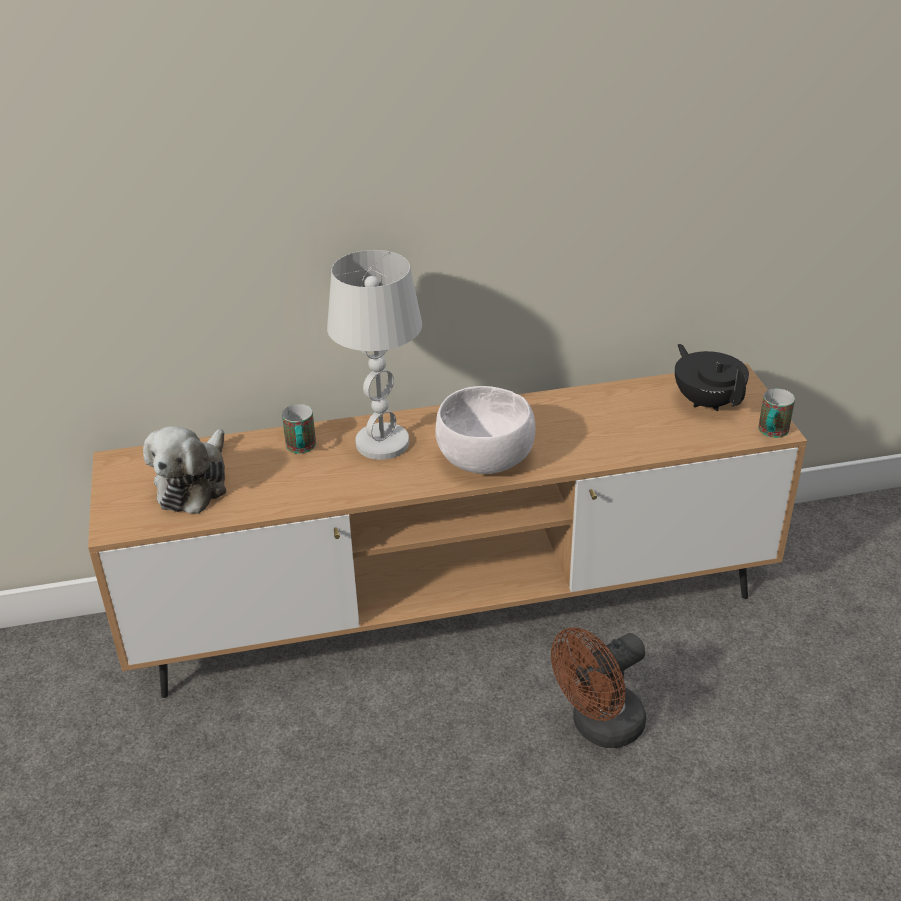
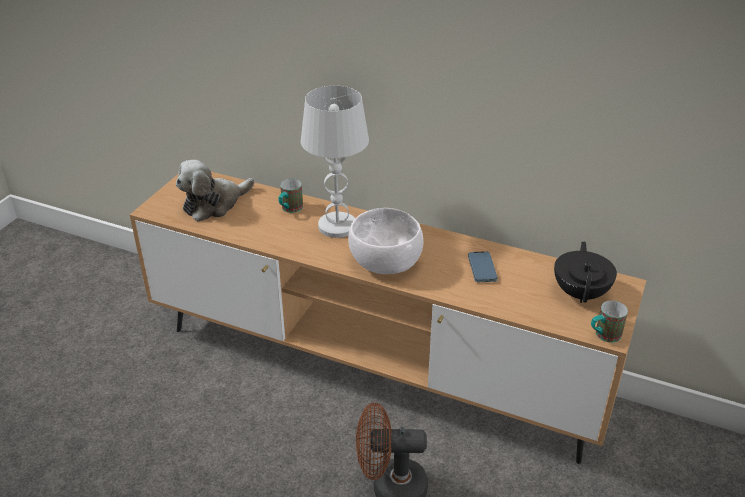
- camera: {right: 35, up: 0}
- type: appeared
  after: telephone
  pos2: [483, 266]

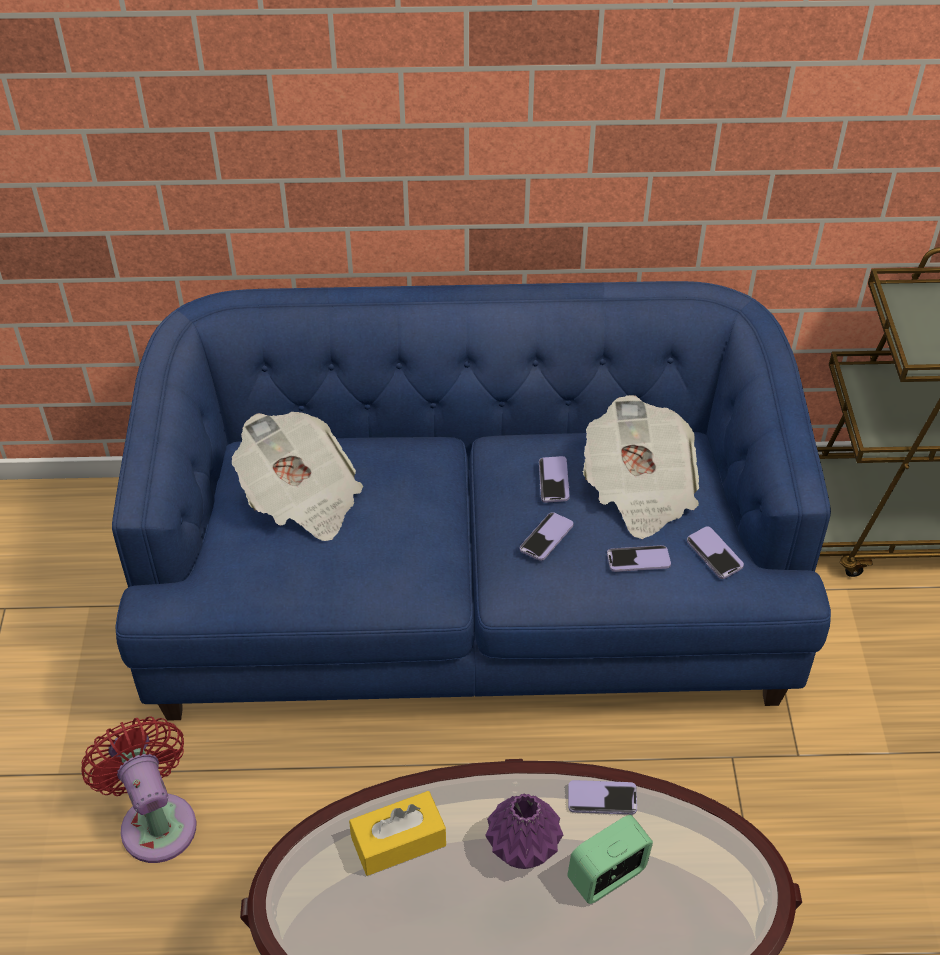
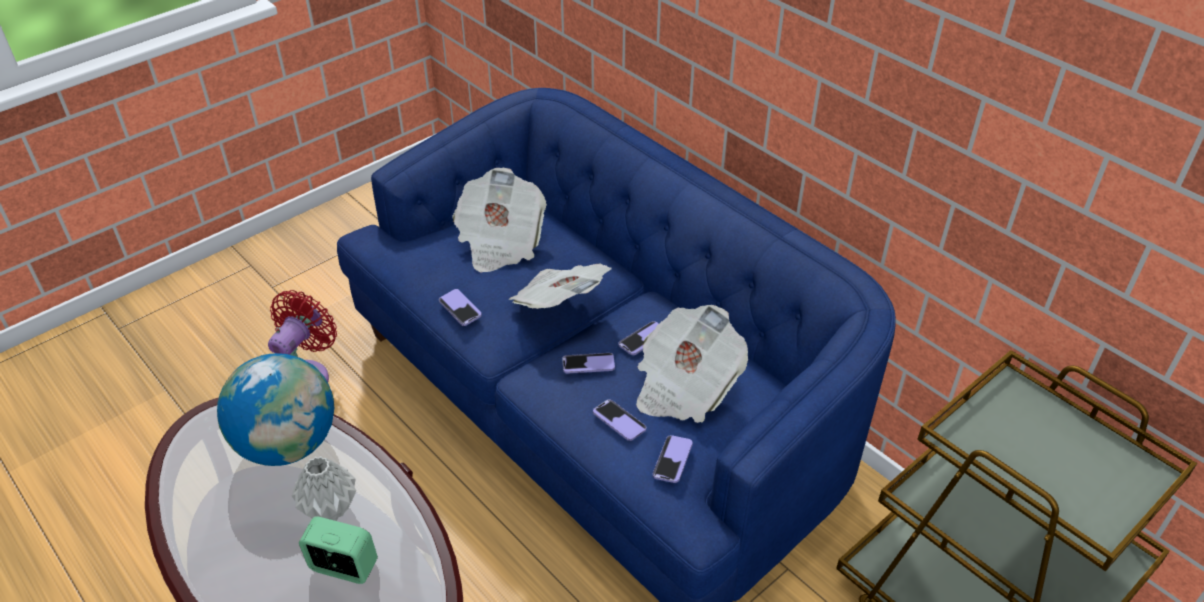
- camera: {right: 50, up: -5}
- type: exchanged
  before: yellow-coloured tissue box
  after: world globe
  pos1: [397, 833]
  pos2: [275, 409]
- type: colour
  before: purple-coloured vase
  after: greyish vase
  pos1: [524, 831]
  pos2: [324, 488]
- type: relocated
  before: telephone
  pos1: [602, 797]
  pos2: [460, 307]
- type: appeared
  after: printed paper
  pos2: [560, 286]

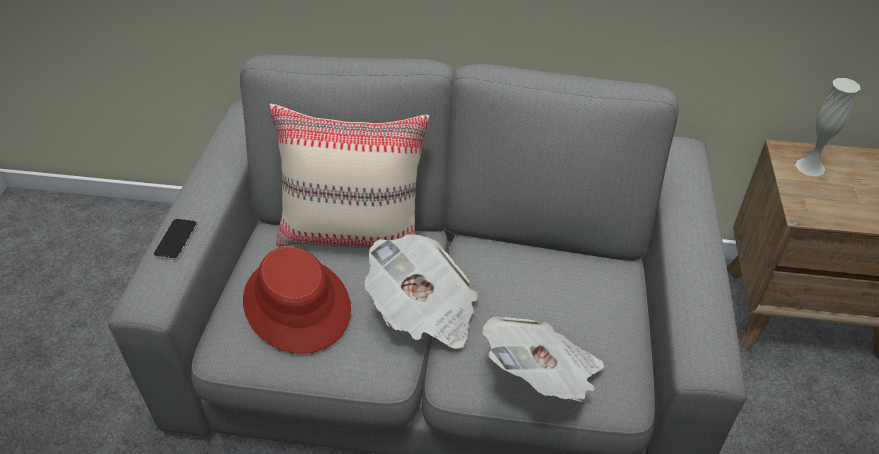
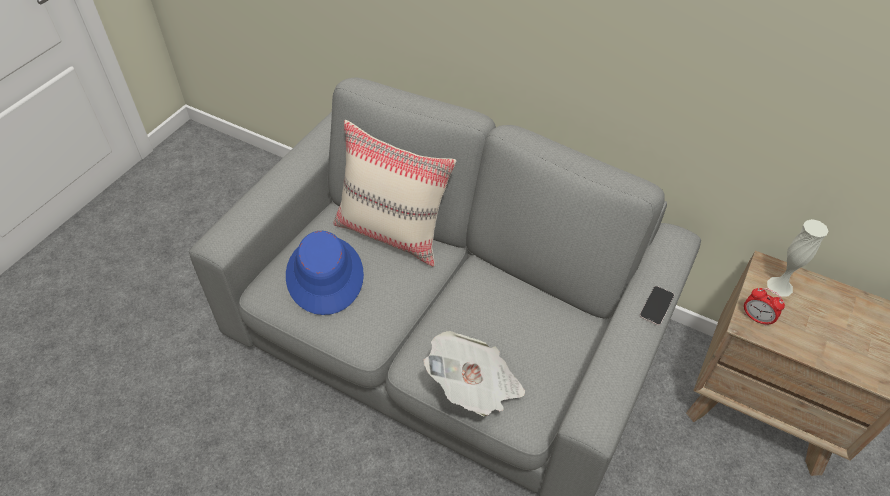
- camera: {right: 20, up: 5}
- type: relocated
  before: telephone
  pos1: [175, 239]
  pos2: [657, 305]
- type: colour
  before: reddish wearable hat
  after: blue wearable hat
  pos1: [297, 300]
  pos2: [325, 273]
- type: missing
  before: printed paper
  pos1: [421, 291]
- type: appeared
  after: table clock
  pos2: [764, 307]

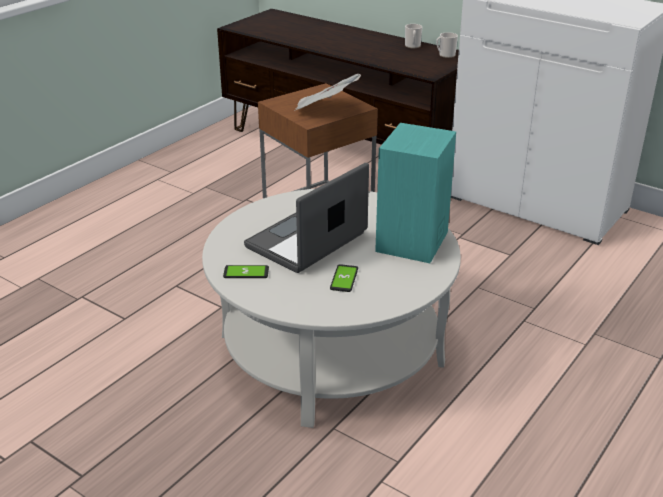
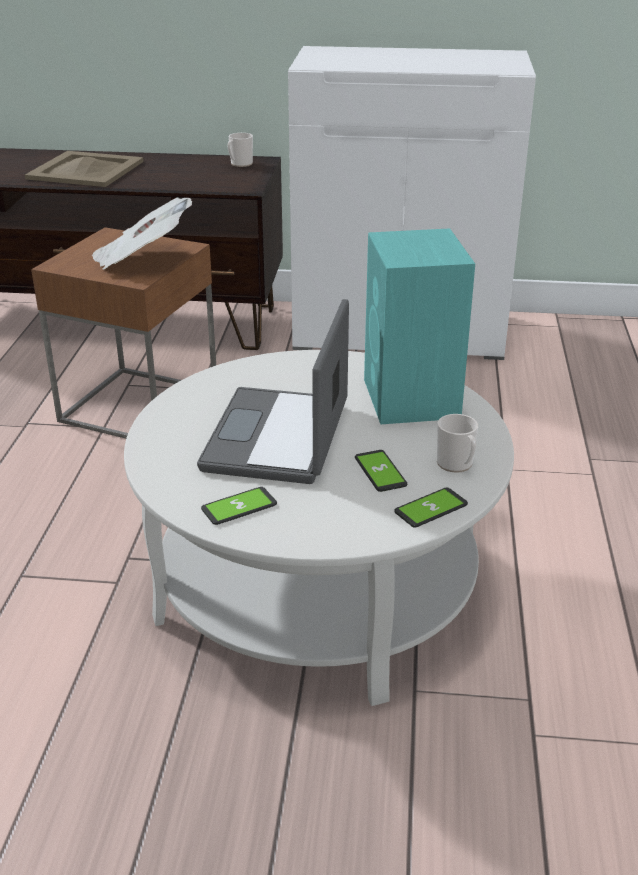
- camera: {right: -30, up: 0}
- type: relocated
  before: mug
  pos1: [414, 36]
  pos2: [457, 443]
- type: appeared
  after: beige-coloured tray
  pos2: [84, 169]
- type: appeared
  after: telephone
  pos2: [431, 507]

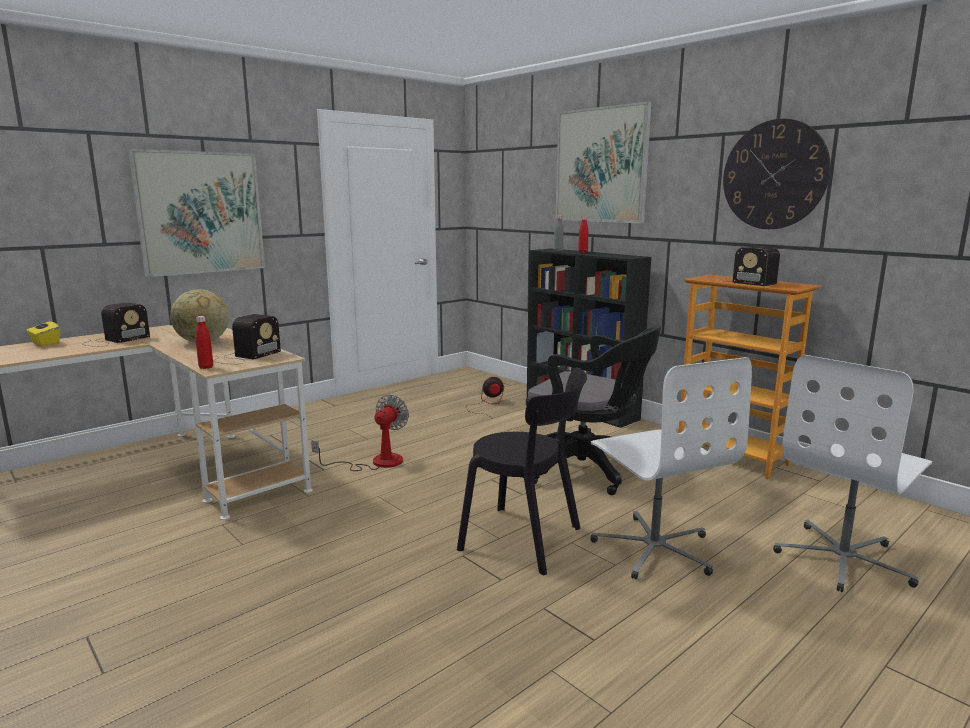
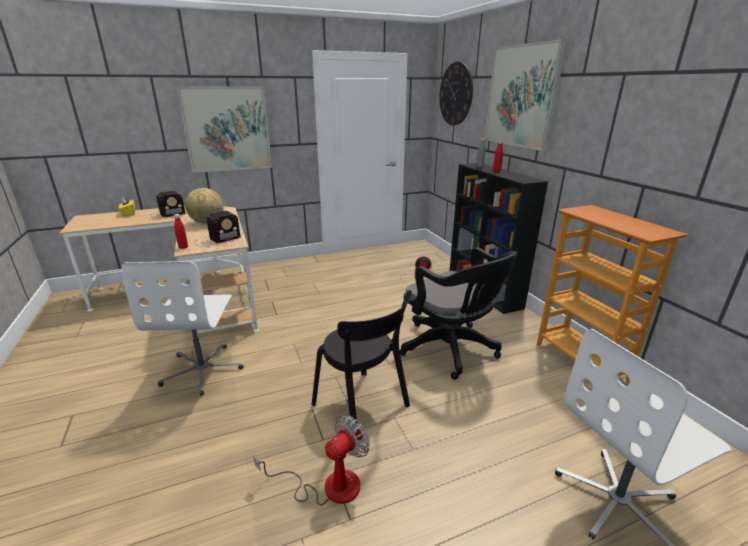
- camera: {right: 20, up: 10}
- type: relocated
  before: cooling fan
  pos1: [360, 432]
  pos2: [312, 460]
- type: relocated
  before: white desk chair
  pos1: [671, 468]
  pos2: [182, 328]
- type: missing
  before: radio receiver
  pos1: [749, 266]
- type: relocated
  before: wall clock
  pos1: [777, 173]
  pos2: [456, 93]

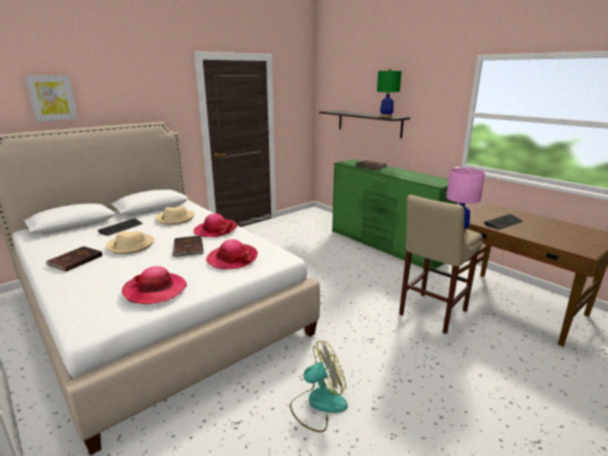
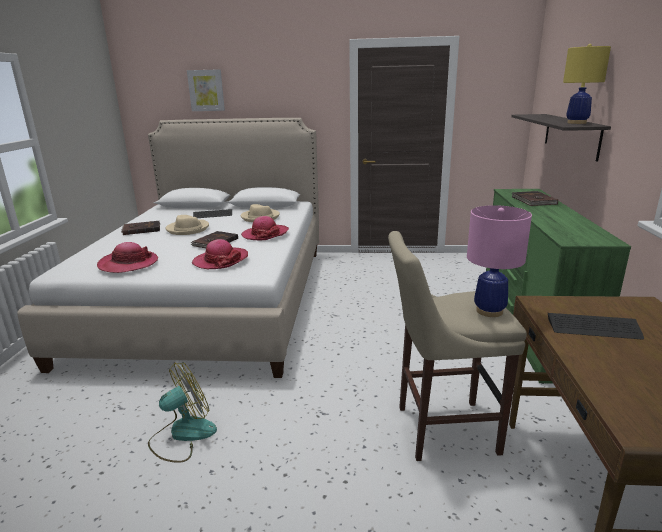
- camera: {right: 45, up: 0}
- type: spun
  before: cooling fan
  pos1: [319, 386]
  pos2: [182, 412]
  turn: -60
- type: colour
  before: greenish lamp for a table
  after: yellow-coloured lamp for a table
  pos1: [389, 93]
  pos2: [587, 84]

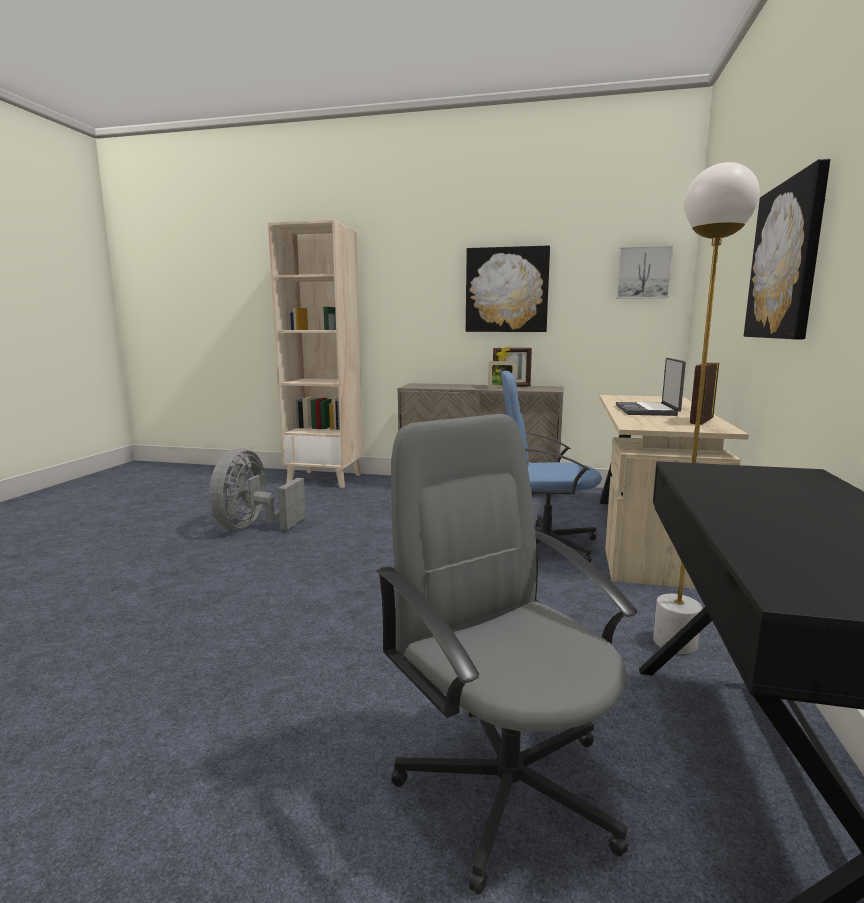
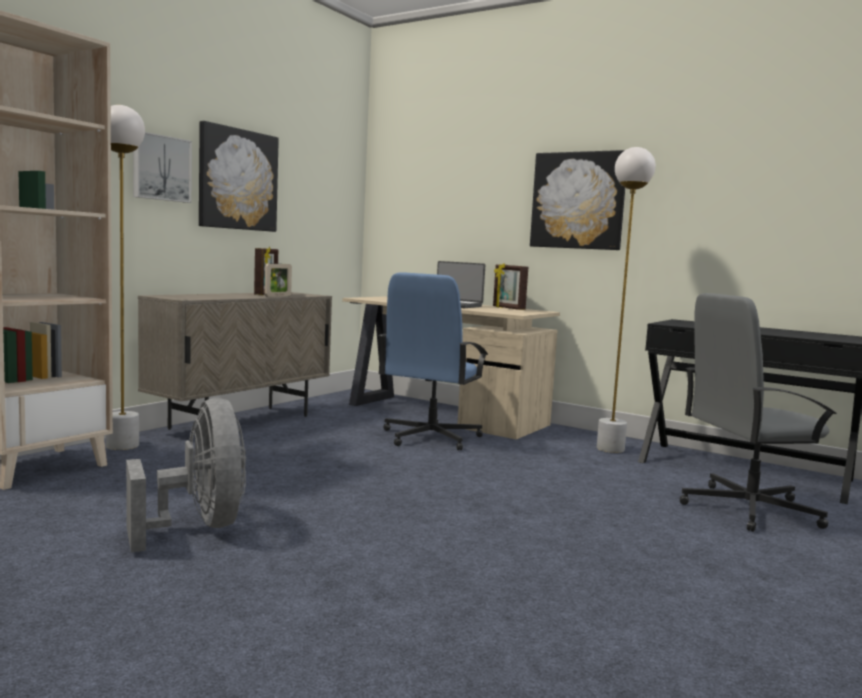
- camera: {right: -70, up: -5}
- type: spun
  before: greyish cooling fan
  pos1: [257, 489]
  pos2: [186, 475]
  turn: -150
- type: relocated
  before: picture
  pos1: [644, 272]
  pos2: [162, 167]
- type: appeared
  after: white standard lamp
  pos2: [125, 277]

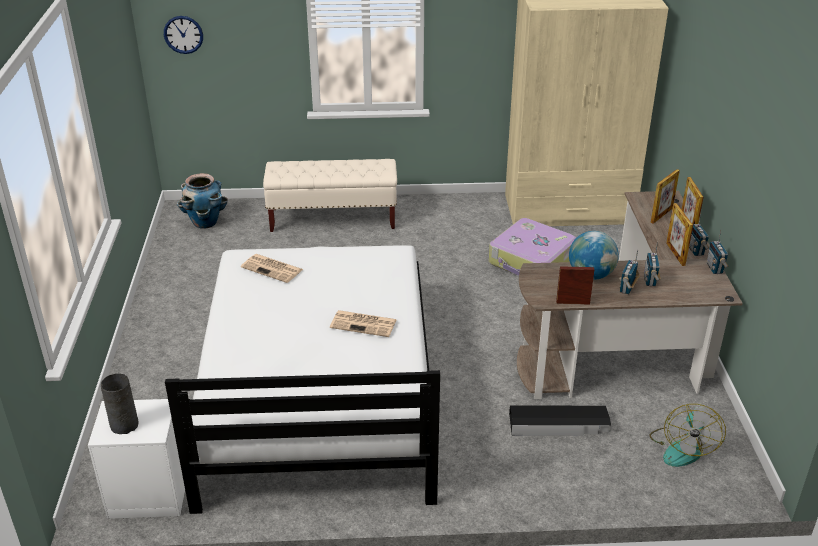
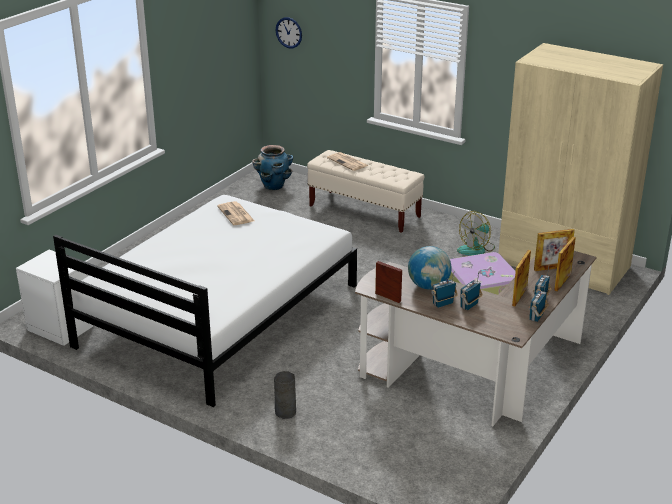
- camera: {right: 35, up: -5}
- type: relocated
  before: greyish vase
  pos1: [120, 404]
  pos2: [285, 395]
- type: relocated
  before: printed paper
  pos1: [363, 323]
  pos2: [347, 161]
- type: missing
  before: black-coloured storage box
  pos1: [560, 420]
- type: relocated
  before: cooling fan
  pos1: [687, 435]
  pos2: [476, 233]

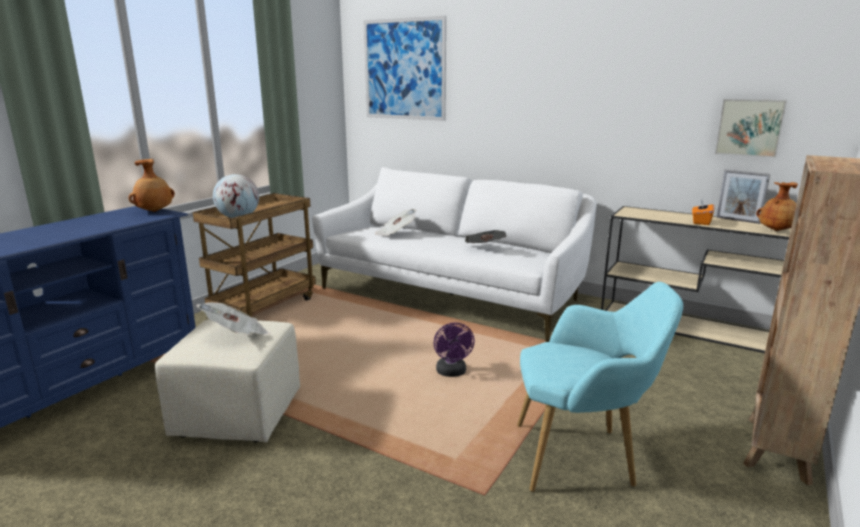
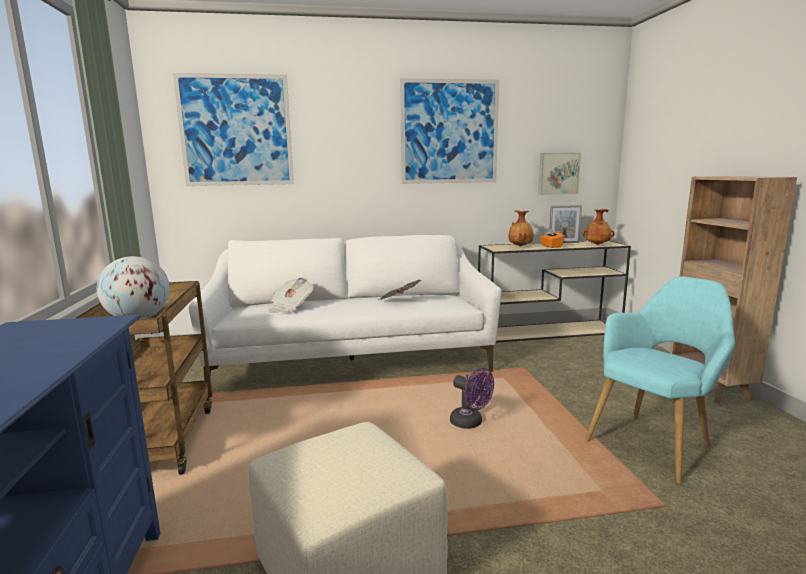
- camera: {right: -40, up: -5}
- type: relocated
  before: brown-coloured vase
  pos1: [152, 185]
  pos2: [521, 228]
- type: missing
  before: printed paper
  pos1: [233, 318]
- type: appeared
  after: picture
  pos2: [449, 131]

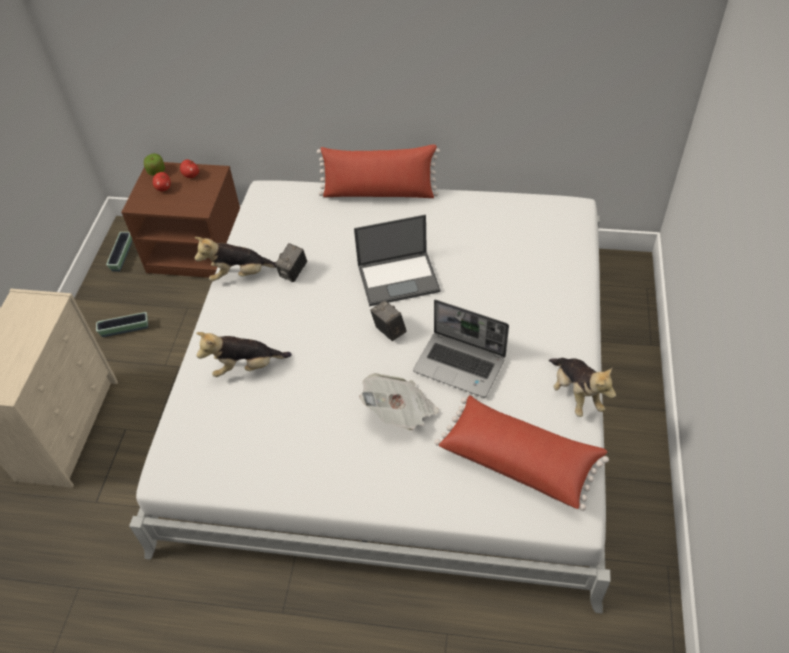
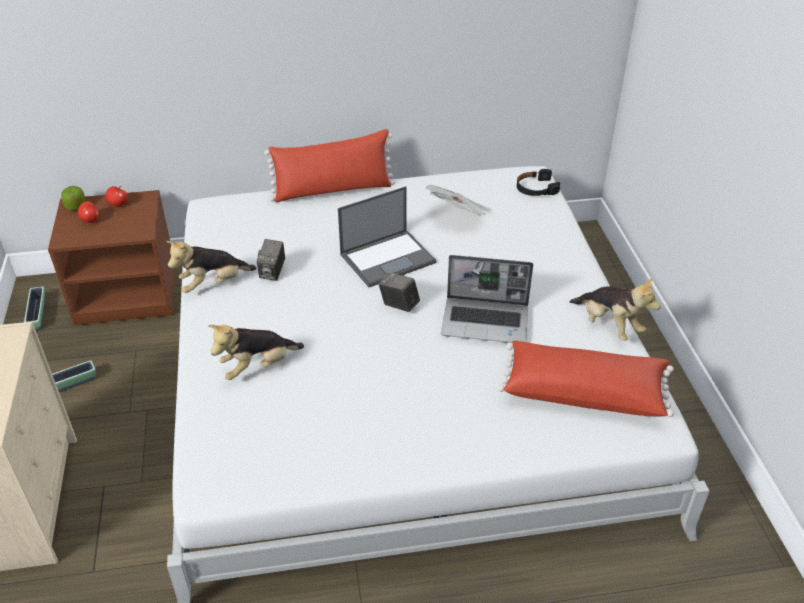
- camera: {right: -20, up: -10}
- type: relocated
  before: printed paper
  pos1: [399, 401]
  pos2: [458, 200]
- type: appeared
  after: black-coloured headphones
  pos2: [538, 182]

